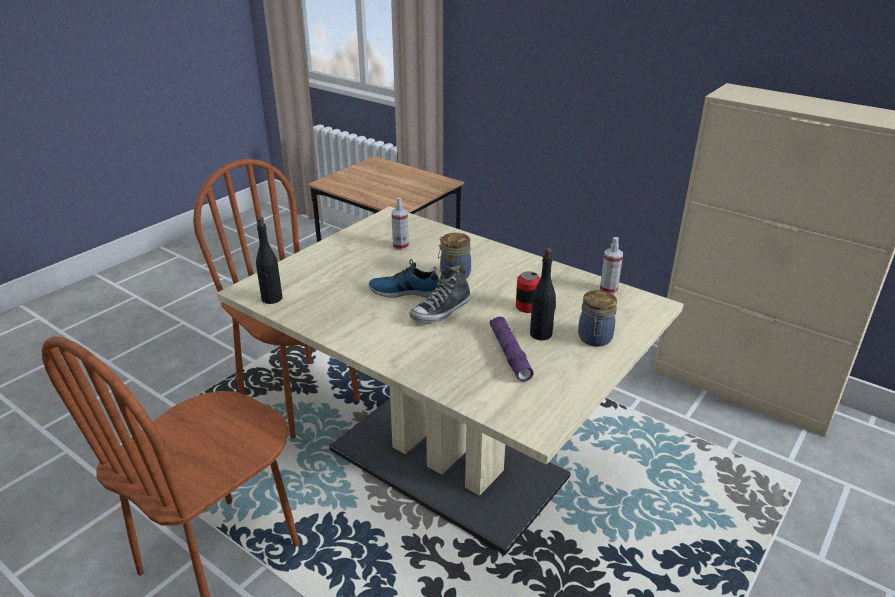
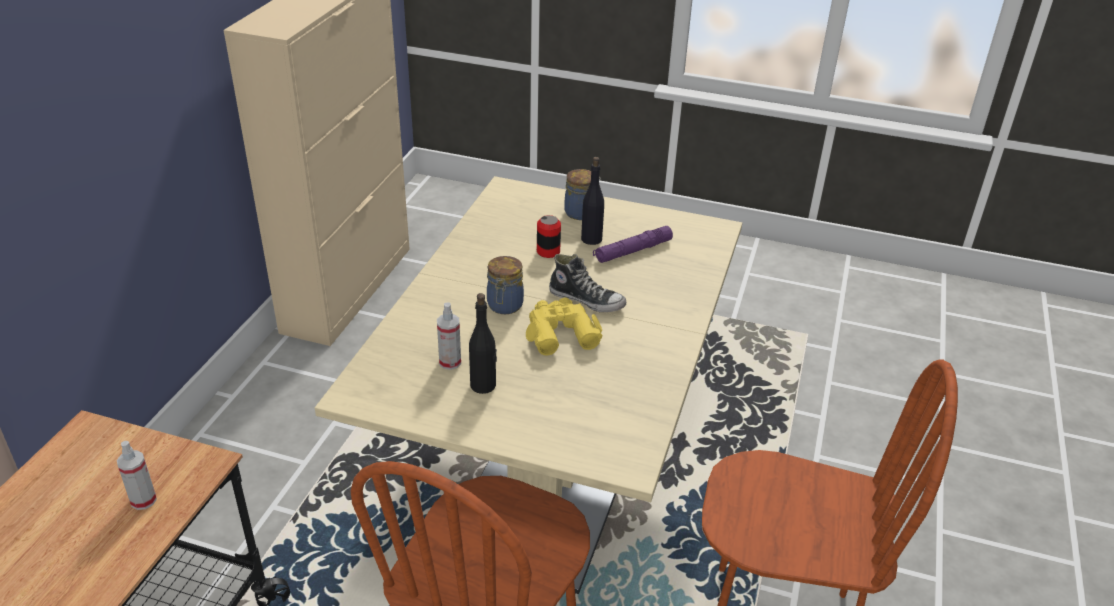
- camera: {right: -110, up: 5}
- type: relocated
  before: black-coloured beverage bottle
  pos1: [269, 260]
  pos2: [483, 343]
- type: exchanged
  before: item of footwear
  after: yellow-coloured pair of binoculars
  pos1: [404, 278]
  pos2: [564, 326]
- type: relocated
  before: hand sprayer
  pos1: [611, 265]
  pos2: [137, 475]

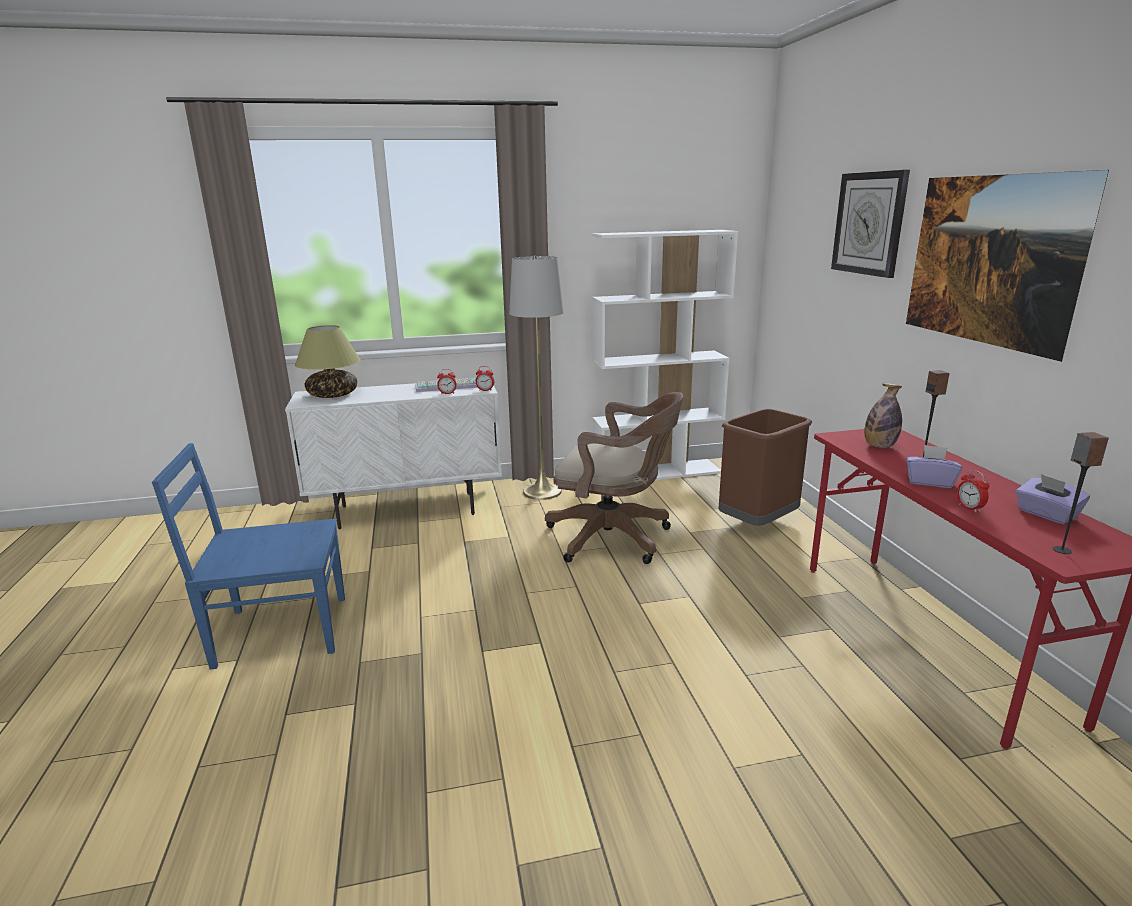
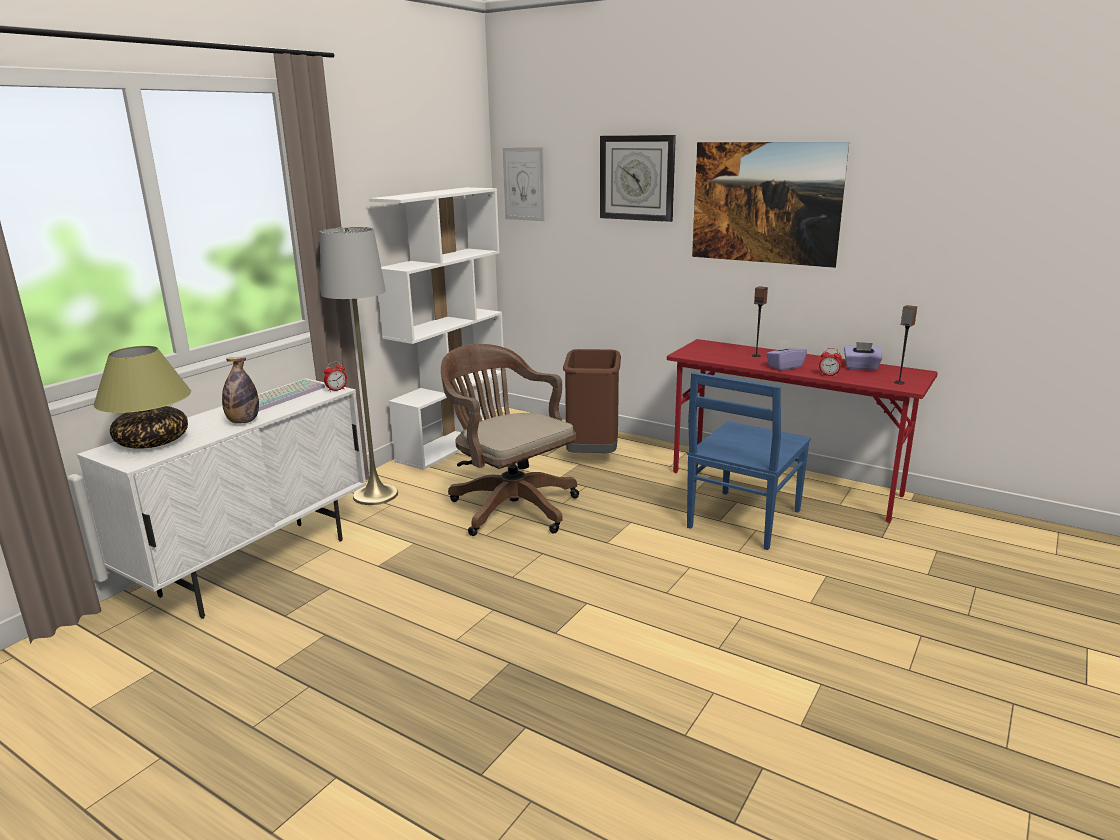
- camera: {right: -45, up: 0}
- type: relocated
  before: blue plain chair
  pos1: [248, 556]
  pos2: [749, 461]
- type: missing
  before: table clock
  pos1: [447, 381]
- type: spun
  before: brown-coloured desk chair
  pos1: [614, 478]
  pos2: [510, 440]
  turn: -105
- type: relocated
  before: beverage bottle
  pos1: [883, 415]
  pos2: [240, 390]
- type: appeared
  after: picture
  pos2: [524, 184]

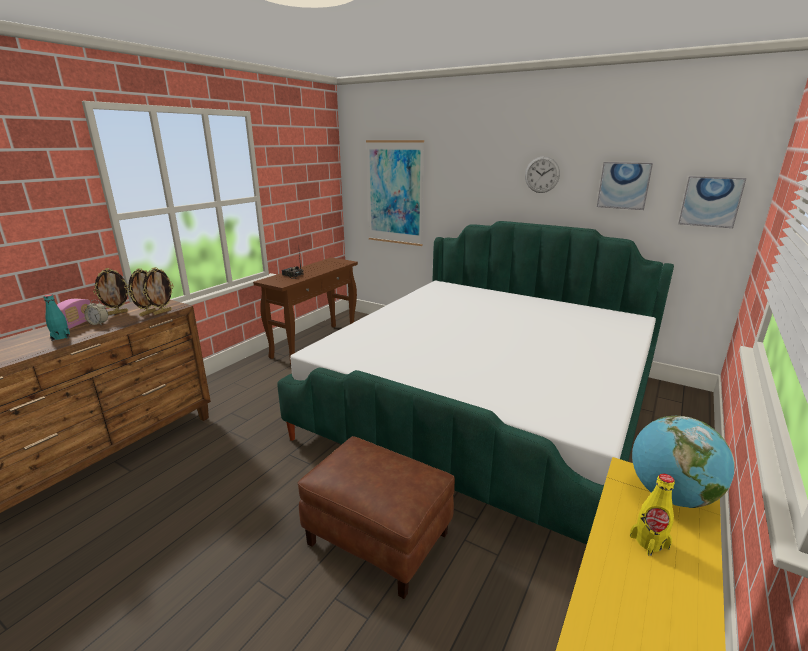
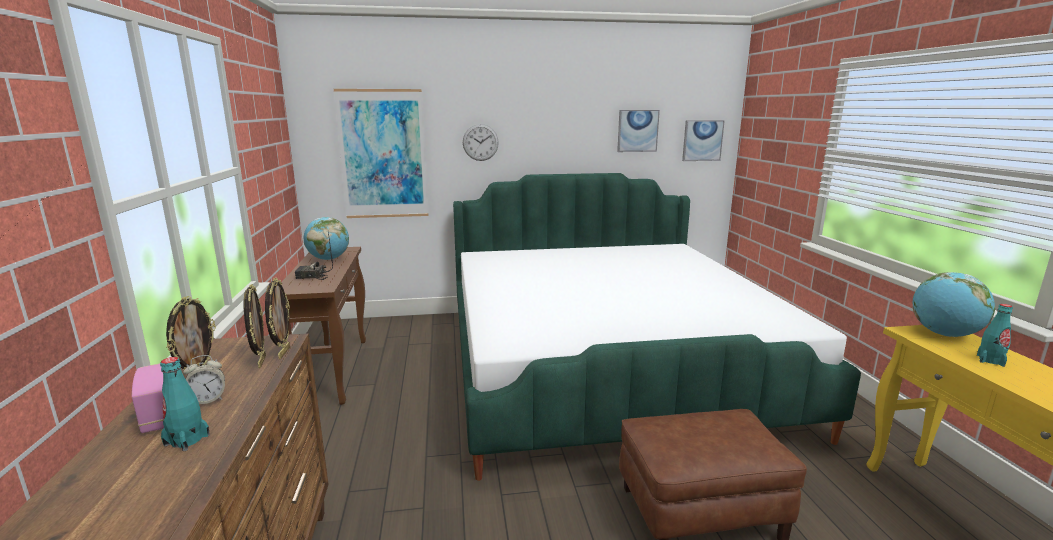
- camera: {right: -40, up: -5}
- type: relocated
  before: wall clock
  pos1: [542, 174]
  pos2: [481, 142]
- type: colour
  before: yellow-coloured beverage bottle
  after: blue-green beverage bottle
  pos1: [652, 515]
  pos2: [995, 335]
- type: appeared
  after: world globe
  pos2: [326, 238]

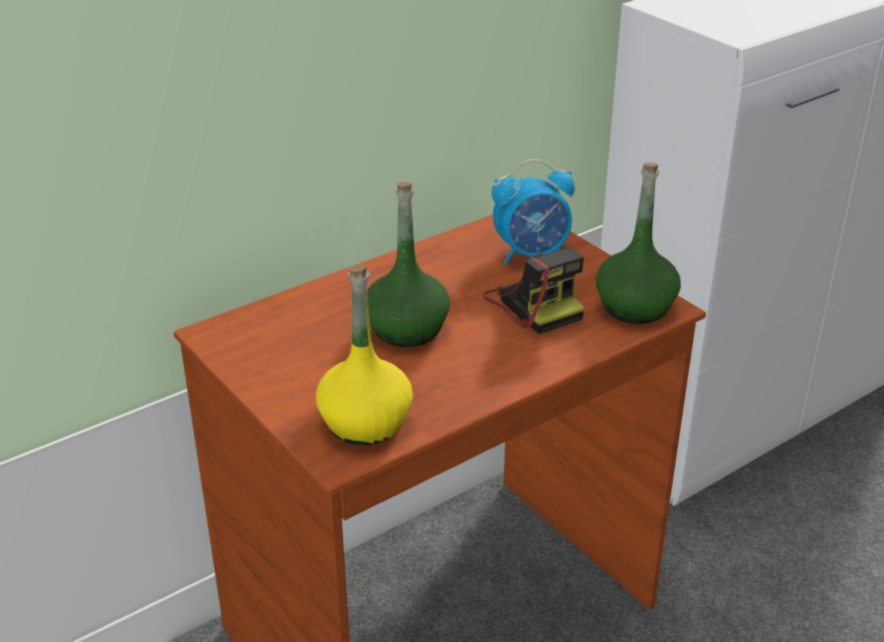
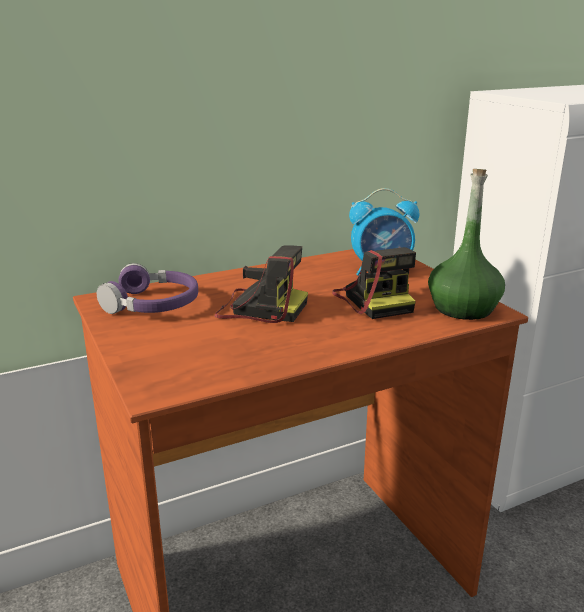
- camera: {right: 10, up: -10}
- type: missing
  before: yellow-coloured beverage bottle
  pos1: [364, 355]
- type: exchanged
  before: greenish beverage bottle
  after: photo camera
  pos1: [408, 264]
  pos2: [261, 284]
- type: appeared
  after: purple-coloured headphones
  pos2: [147, 288]

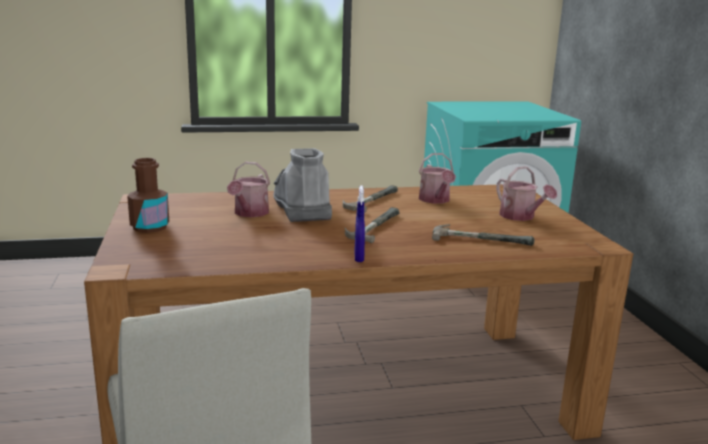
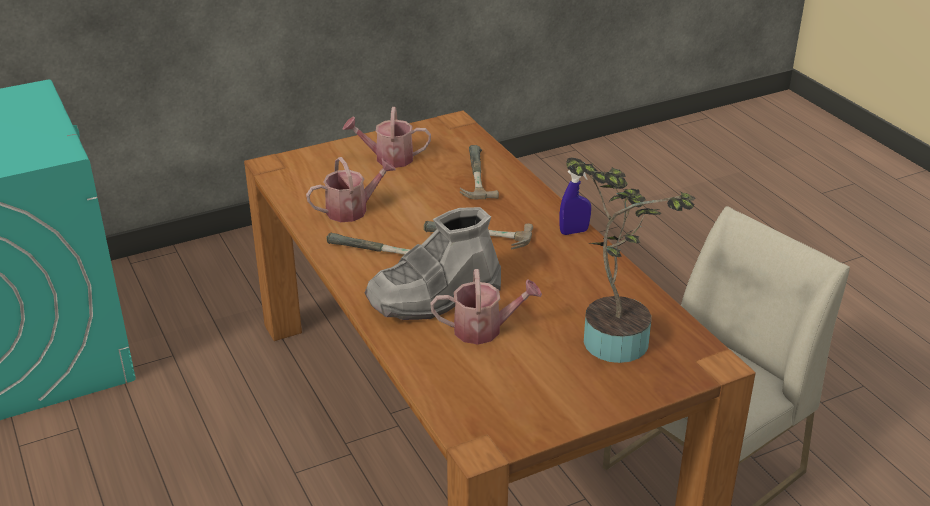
- camera: {right: -105, up: 15}
- type: missing
  before: brown-coloured beverage bottle
  pos1: [148, 195]
- type: spun
  before: sprinkling can
  pos1: [526, 193]
  pos2: [387, 137]
  turn: -135
- type: appeared
  after: potted plant
  pos2: [631, 260]

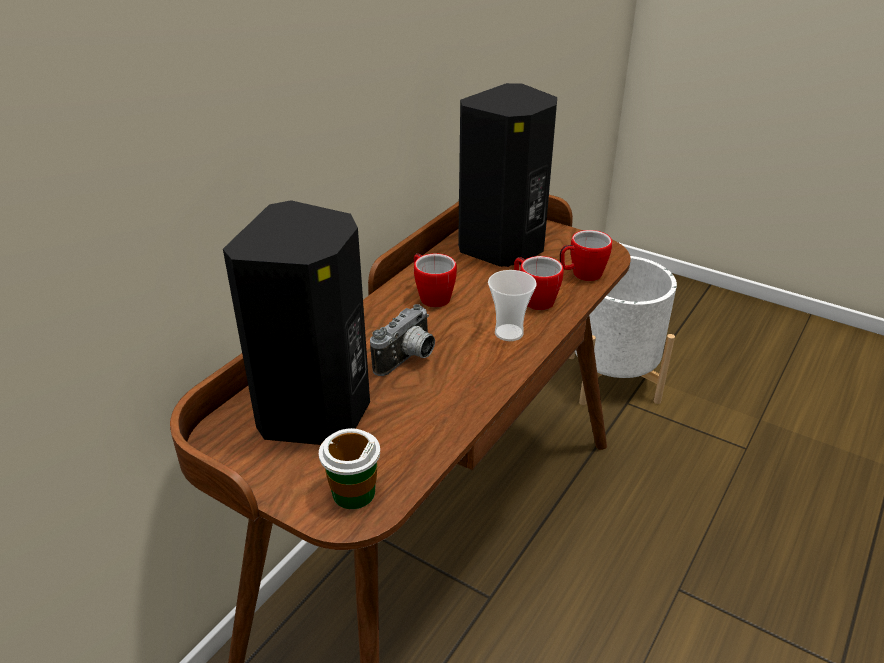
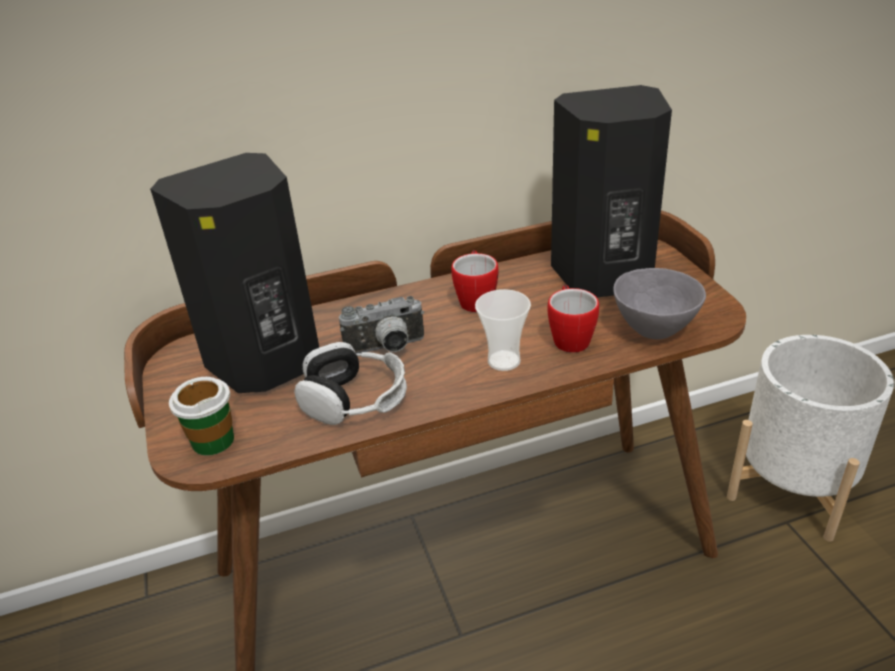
- camera: {right: 40, up: 0}
- type: exchanged
  before: mug
  after: greyish deep dish
  pos1: [586, 255]
  pos2: [659, 303]
- type: appeared
  after: headphones
  pos2: [350, 383]

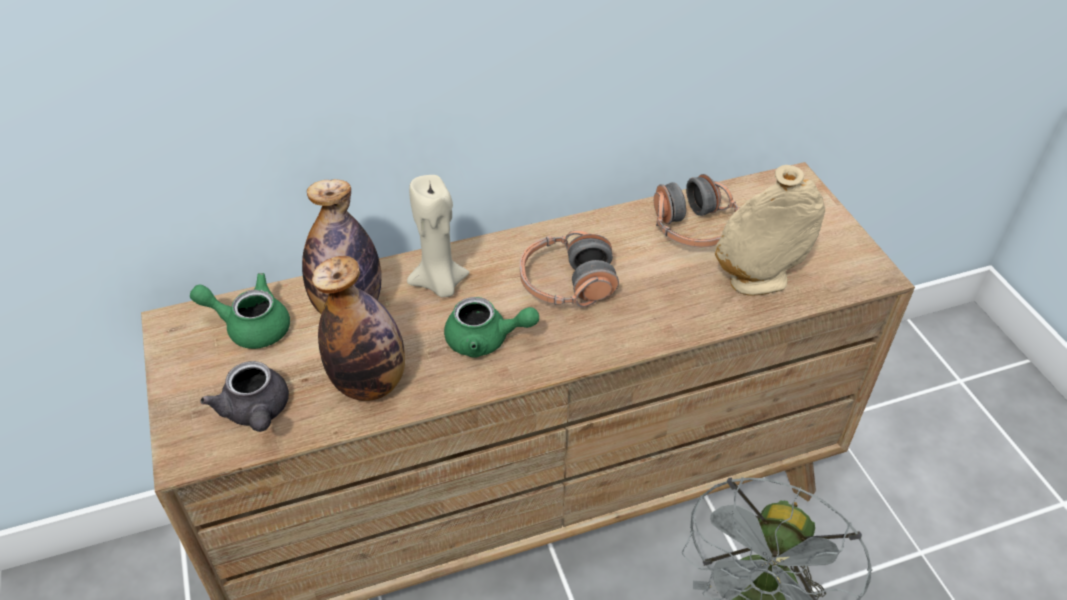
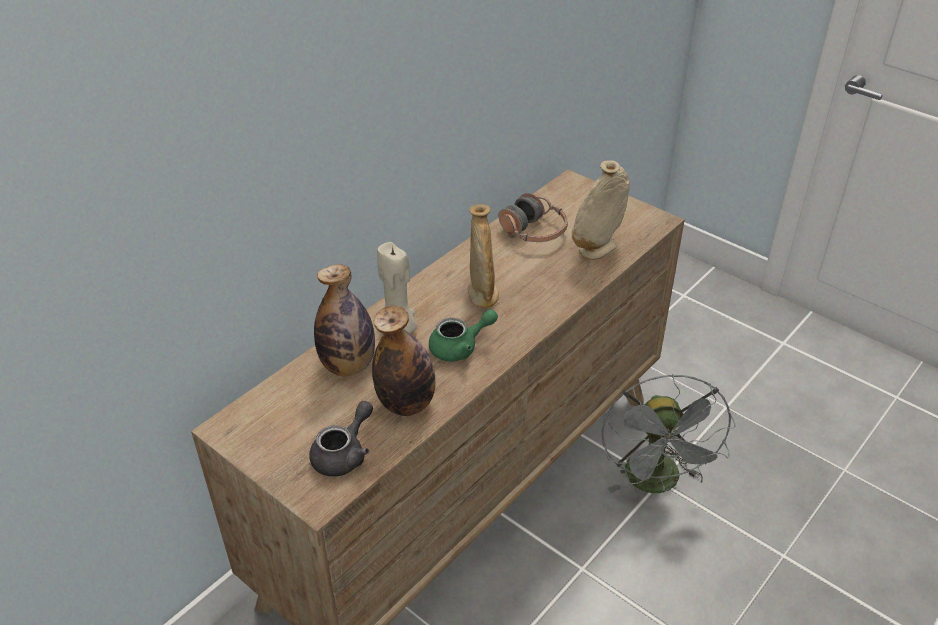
- camera: {right: -30, up: -5}
- type: missing
  before: greenish pot for tea
  pos1: [240, 311]
- type: spun
  before: greyish pot for tea
  pos1: [244, 396]
  pos2: [341, 439]
  turn: -90
- type: exchanged
  before: headphones
  after: beige-coloured vase
  pos1: [569, 268]
  pos2: [483, 255]

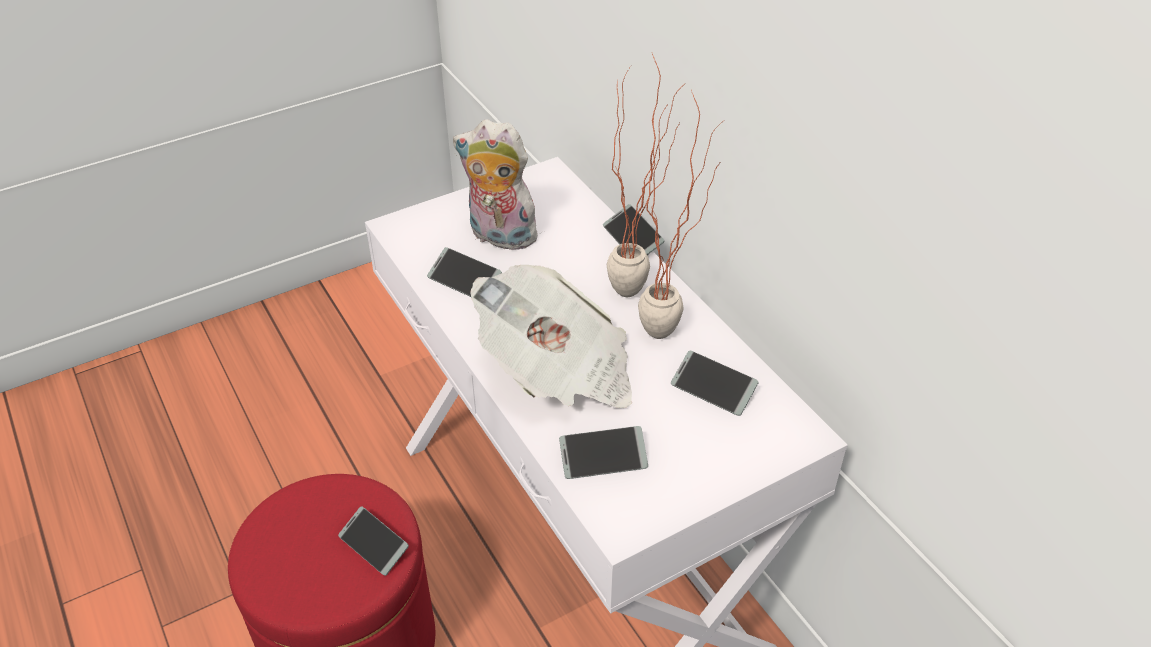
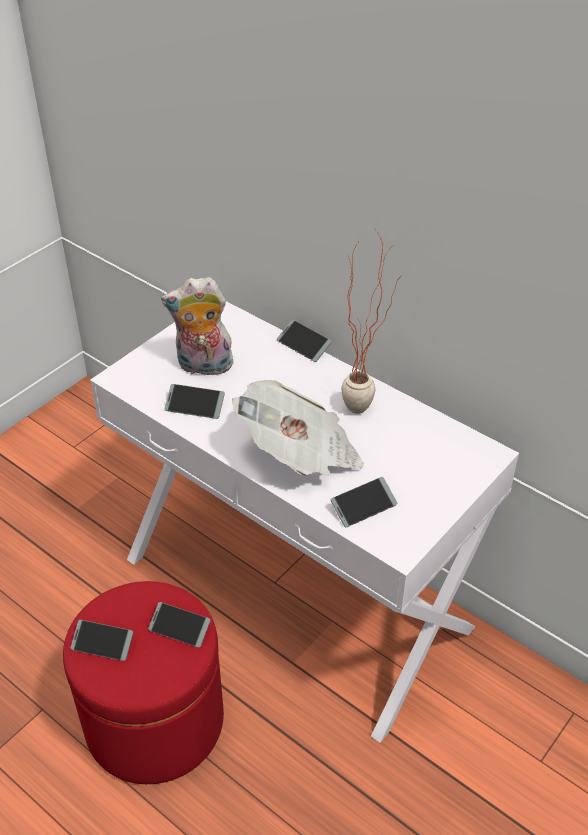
- camera: {right: -20, up: 0}
- type: missing
  before: potted plant
  pos1: [643, 175]
- type: relocated
  before: telephone
  pos1: [714, 383]
  pos2: [101, 640]

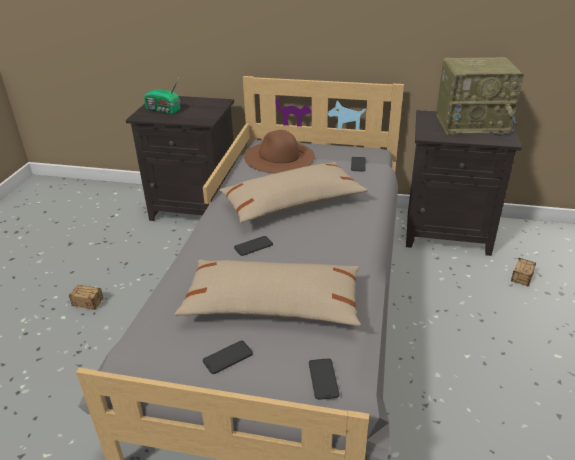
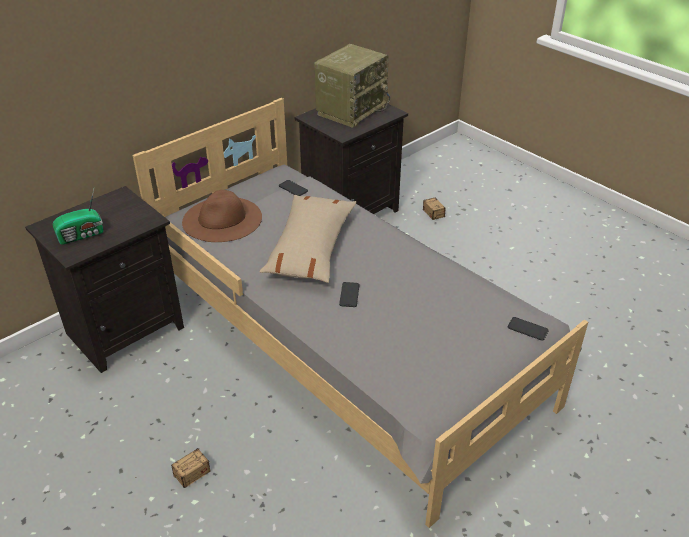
- camera: {right: -55, up: 5}
- type: missing
  before: beige-coloured pillow
  pos1: [268, 293]
- type: missing
  before: telephone
  pos1: [228, 357]

